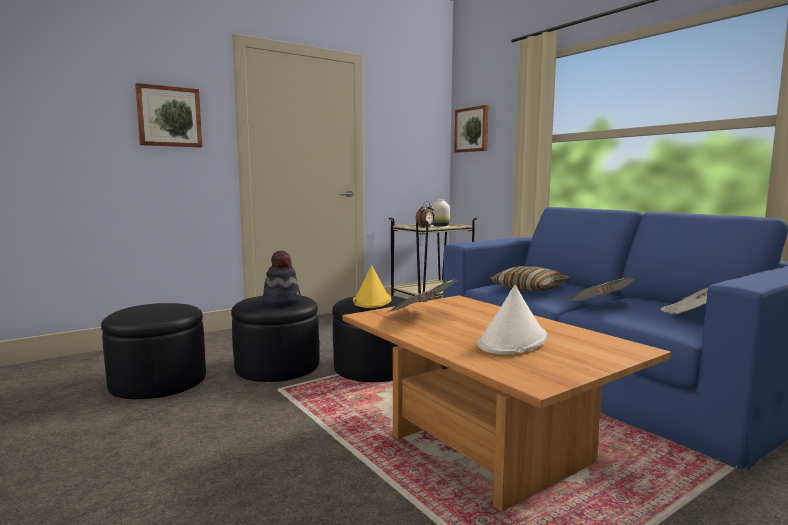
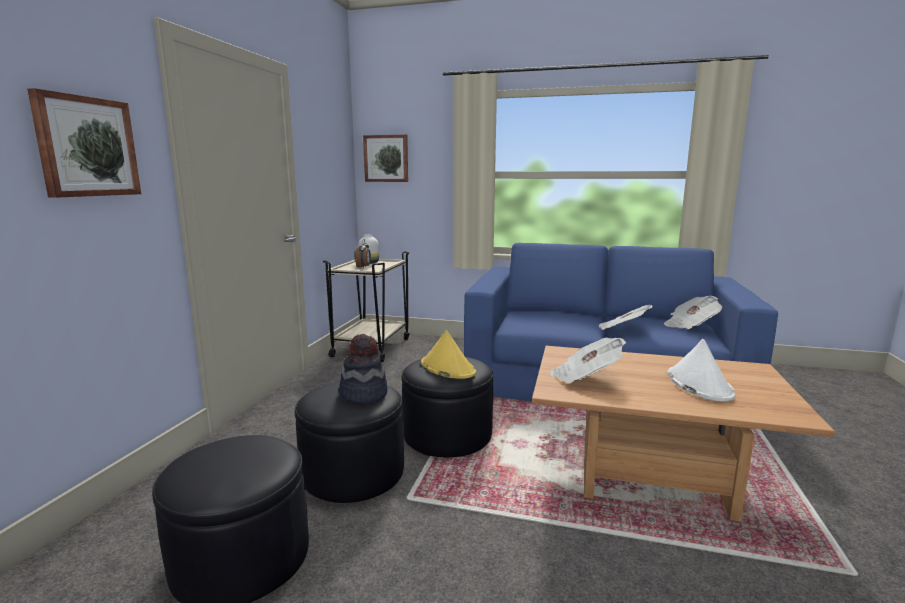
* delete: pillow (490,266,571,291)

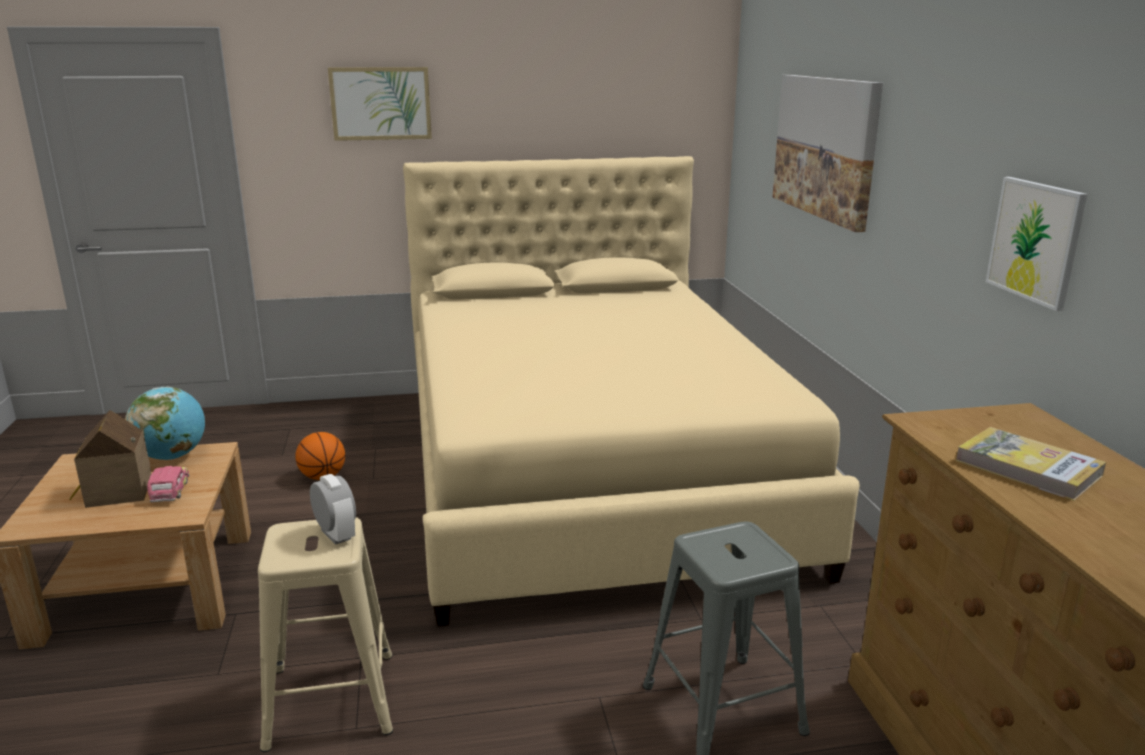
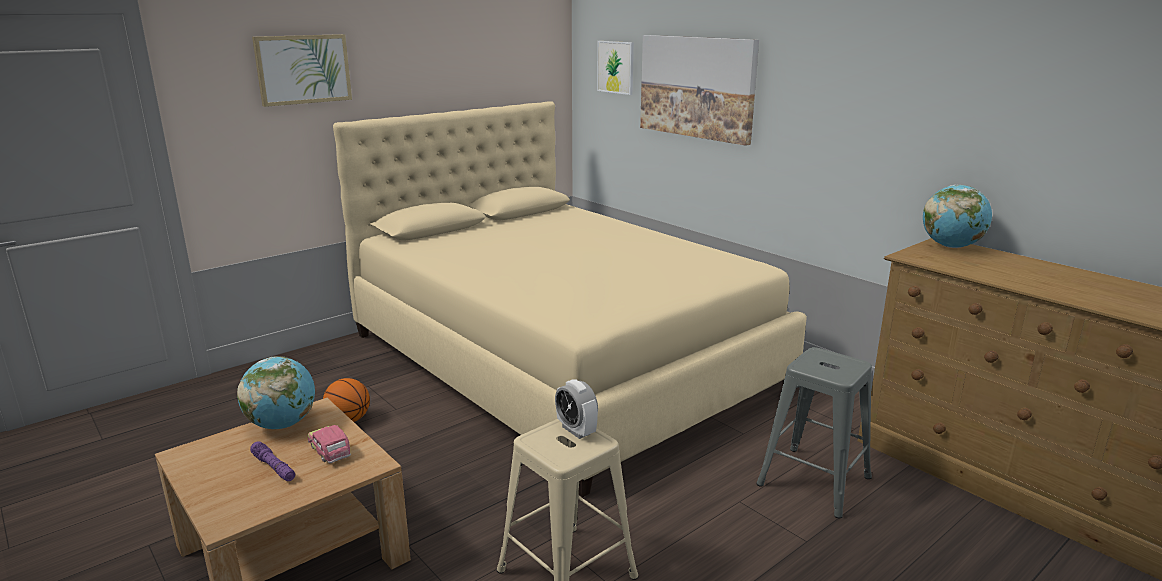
* replace: toy house (69,410,151,508) to flashlight in purple (250,441,295,481)
* rotate: alarm clock (310,474,356,545) = (555,379,598,439) 150 degrees counterclockwise
* delete: book (956,427,1106,501)
* move: picture (986,177,1087,311) to (597,41,634,95)
* insert: globe (923,185,992,248)

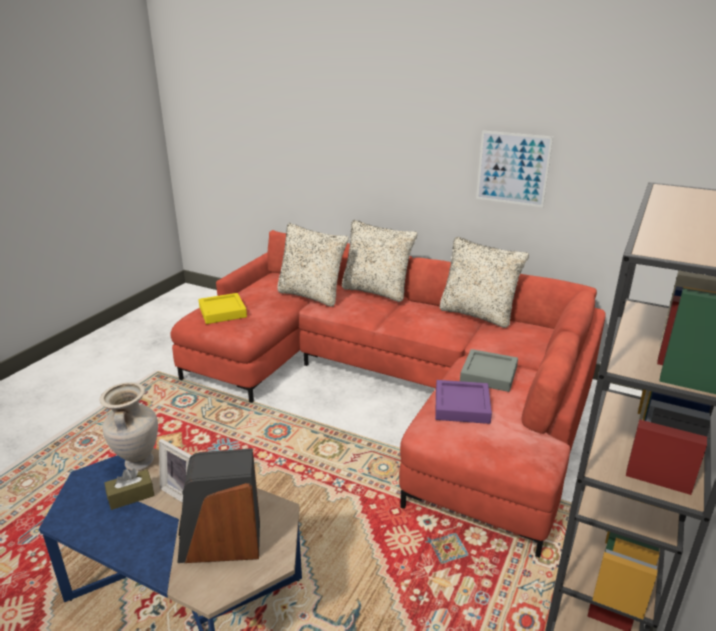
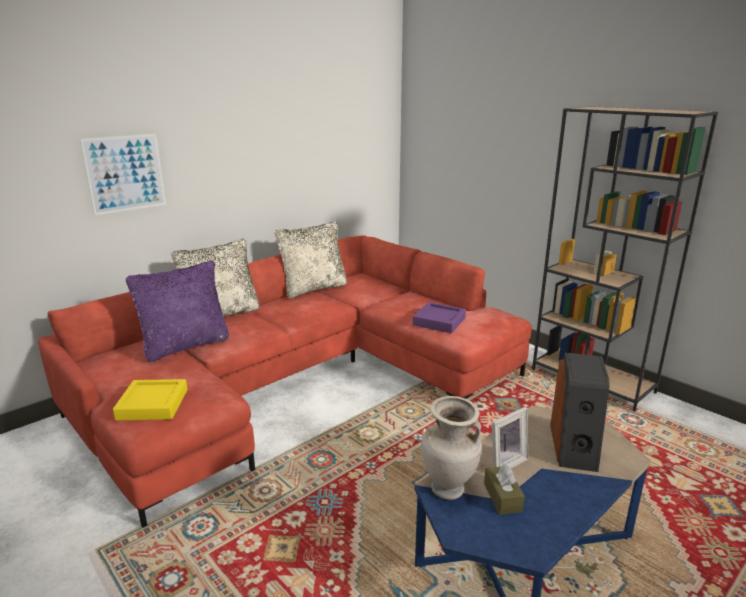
* recolor: pillow in beige (277,223,349,307) to pillow in purple (125,260,229,363)
* delete: tray in grey (460,349,518,392)
* move: picture (476,131,553,207) to (80,134,166,216)

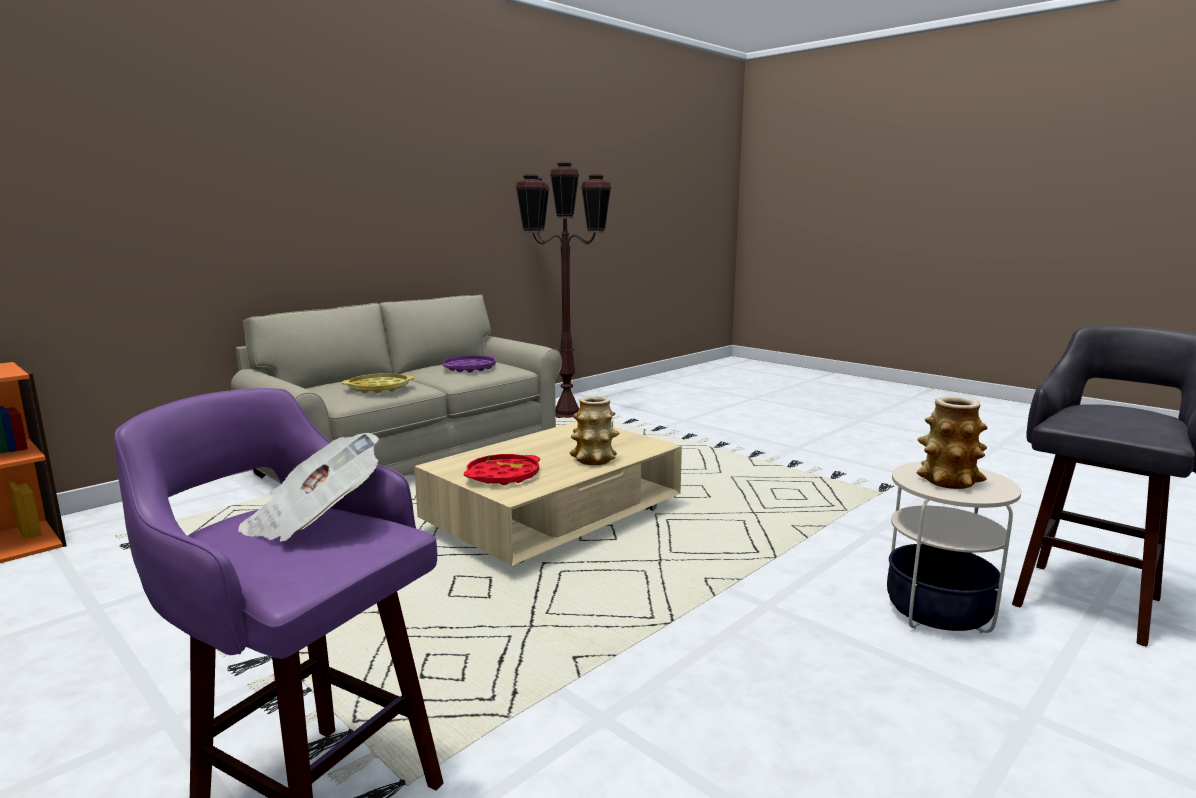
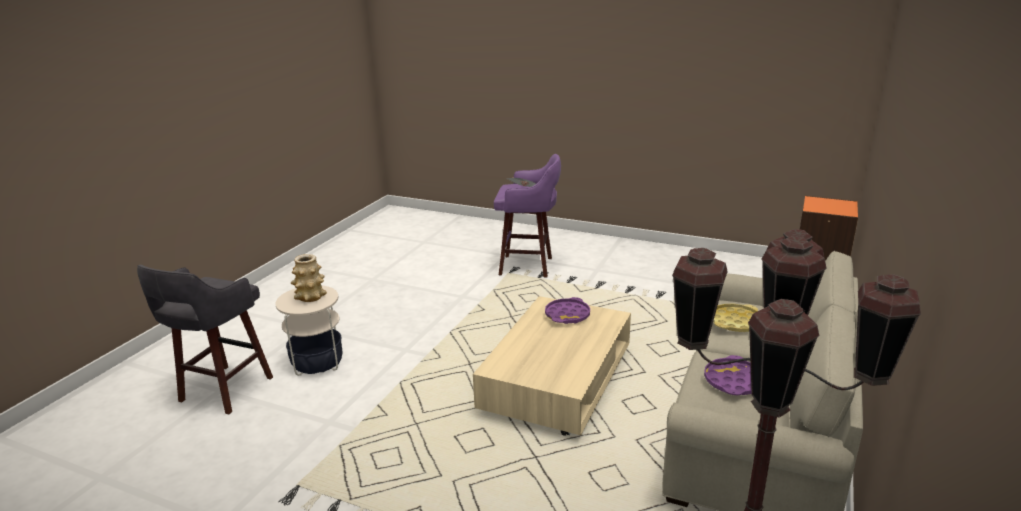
* recolor: tray in red (464,454,540,485) to tray in purple (545,297,590,324)
* delete: vase (569,396,619,465)

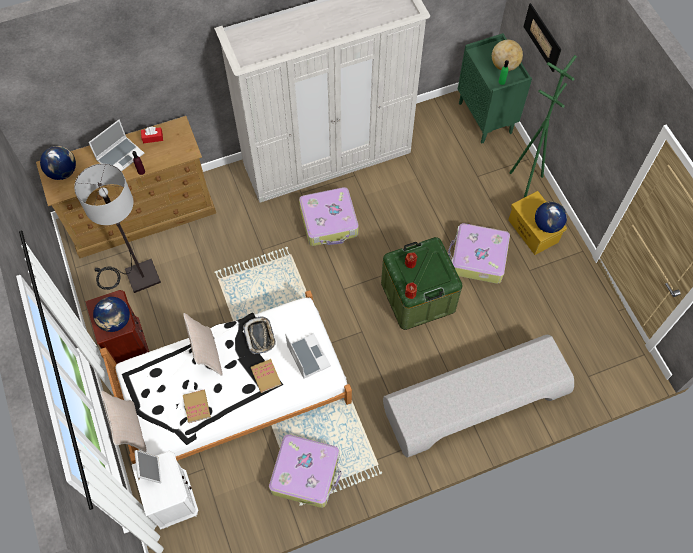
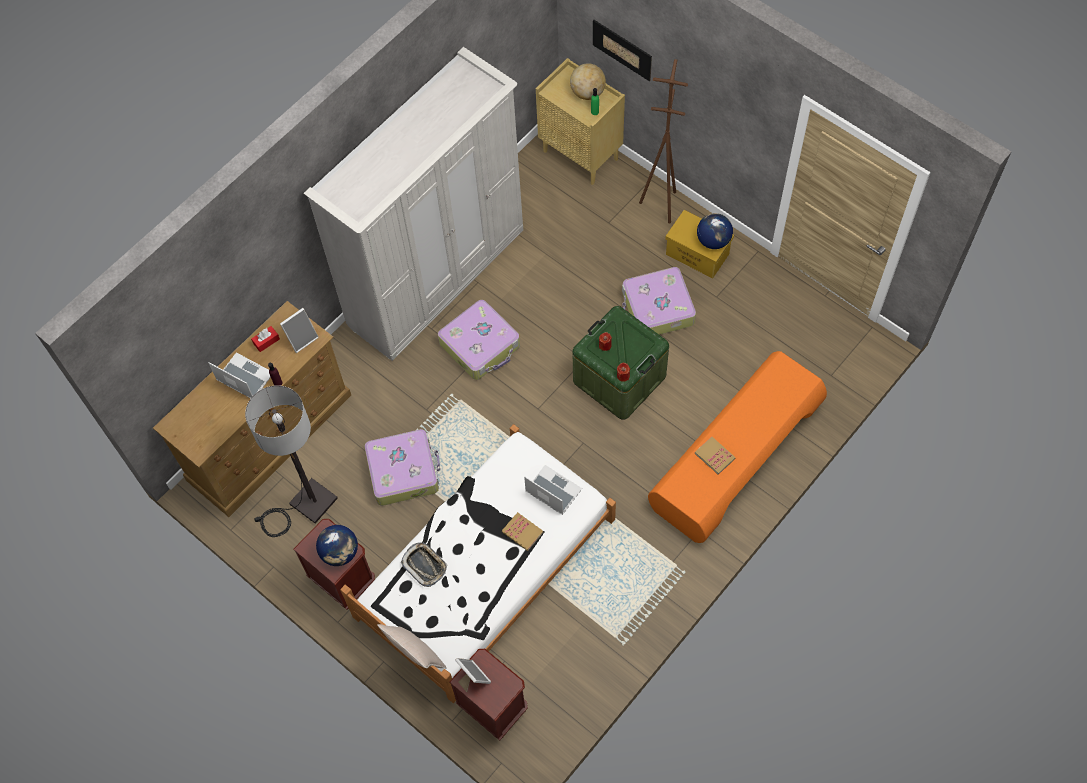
* delete: globe (40,146,76,180)
* rotate: laptop (89,120,144,172) = (208,352,271,398) 75 degrees counterclockwise
* recolor: nightstand in white (132,451,199,530) to nightstand in brown (450,649,528,741)
* delete: pillow in beige (183,313,222,376)
* move: book (183,389,211,423) to (695,437,736,475)
* move: tray (243,316,276,354) to (401,542,448,587)
* move: suitcase (269,434,342,508) to (365,429,440,506)
* recolor: bench in grey (383,335,574,457) to bench in orange (648,351,827,543)
* recolor: cabinet in green (458,33,532,143) to cabinet in beige (536,58,625,185)
* recolor: clothes rack in green (510,55,577,198) to clothes rack in brown (639,59,688,224)
* insert: picture frame (280,308,319,353)

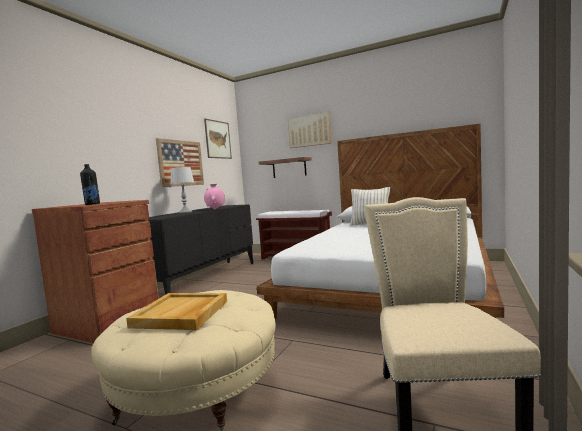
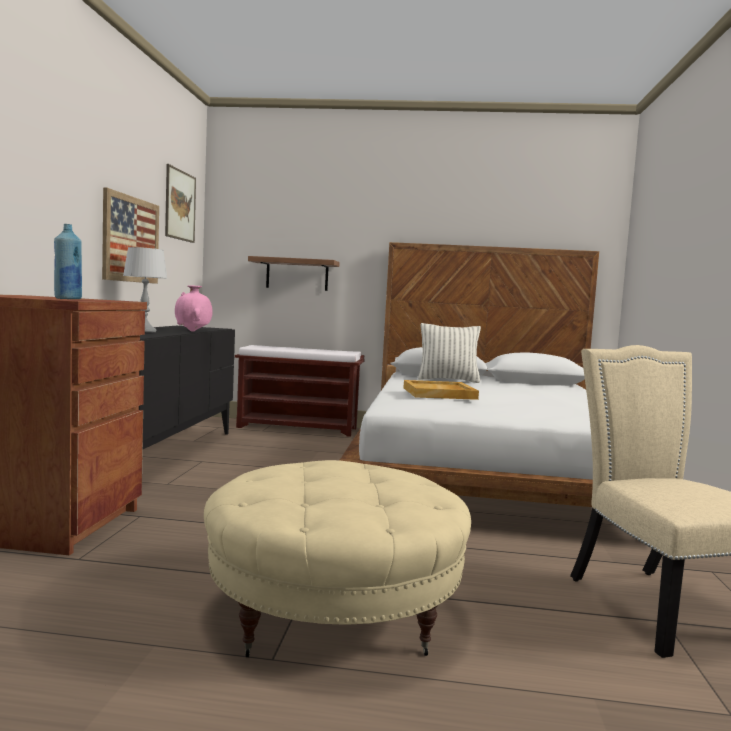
* recolor: bottle in black (80,164,100,205) to bottle in blue (54,224,82,299)
* move: tray in beige (126,293,227,330) to (404,380,479,400)
* delete: picture (288,112,332,148)

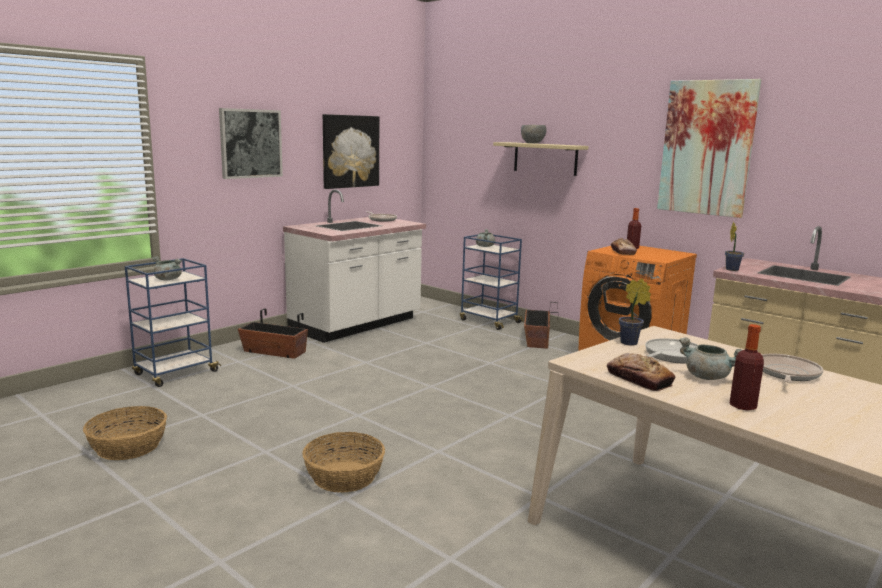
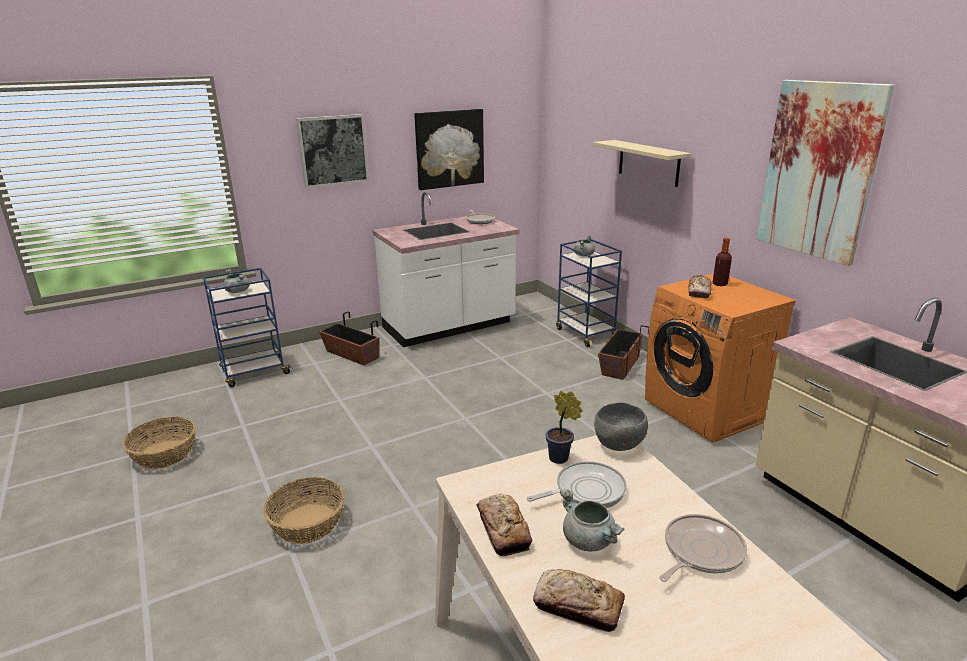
* move: bowl in grey (521,125,546,143) to (594,402,648,451)
* delete: potted plant (725,221,744,271)
* replace: bottle (730,324,764,411) to bread (533,569,625,632)

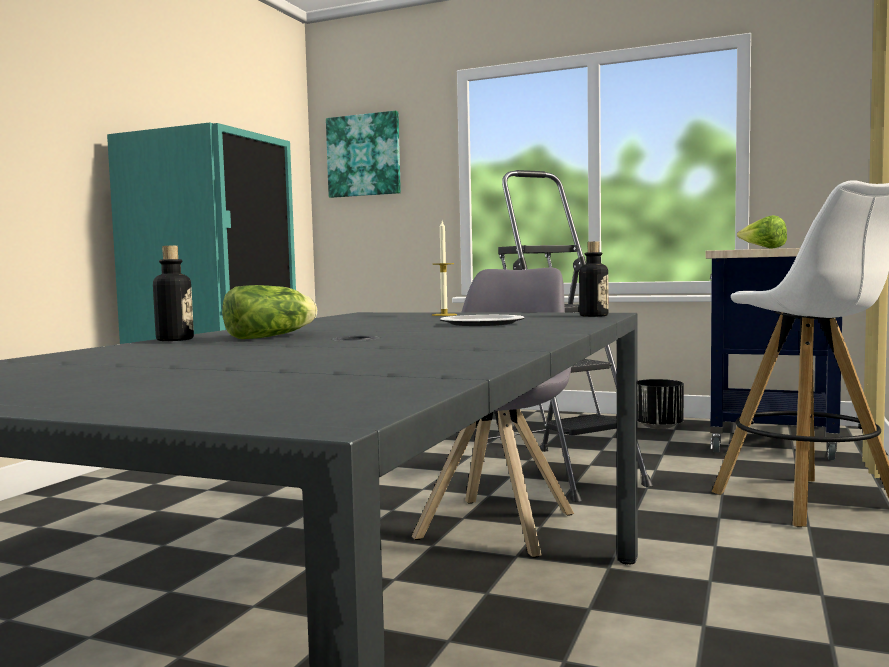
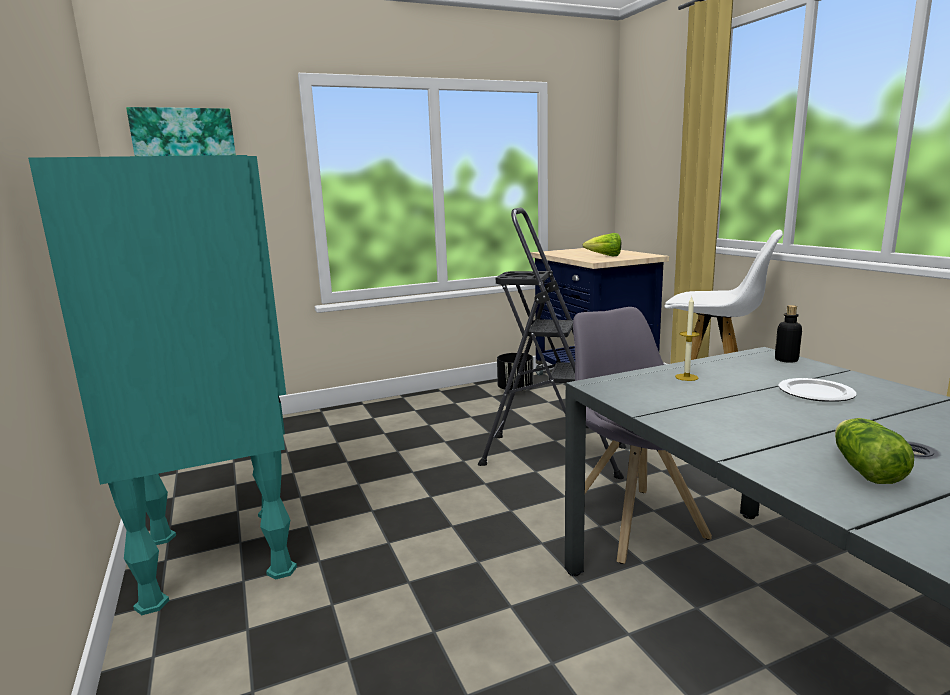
* delete: bottle (153,246,194,341)

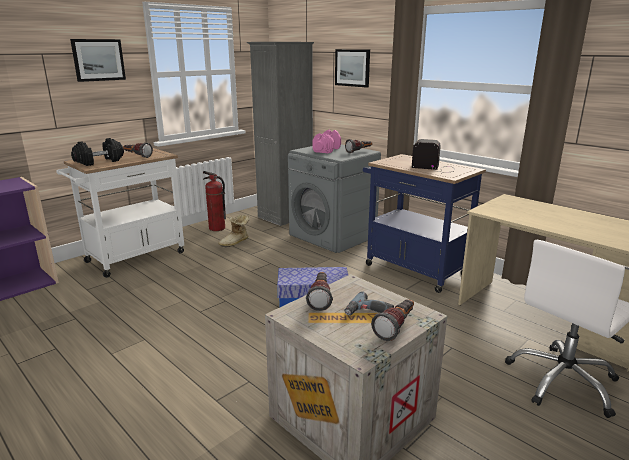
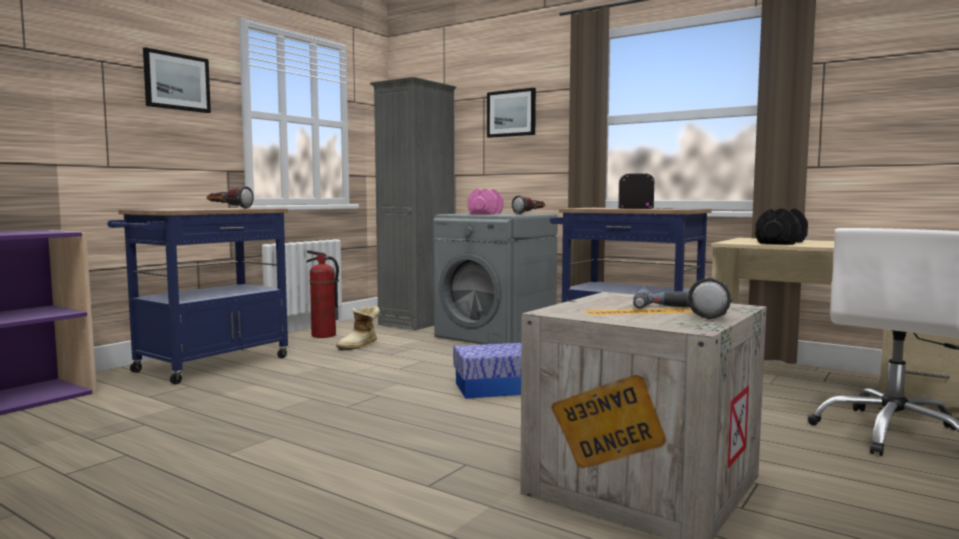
* recolor: cart in white (56,148,184,278) to cart in blue (107,208,288,384)
* move: dumbbell in black (71,138,124,166) to (755,208,808,245)
* delete: flashlight (306,272,333,311)

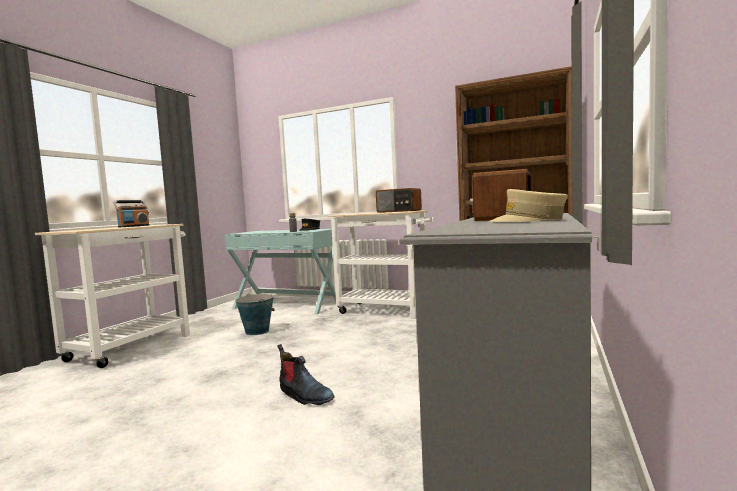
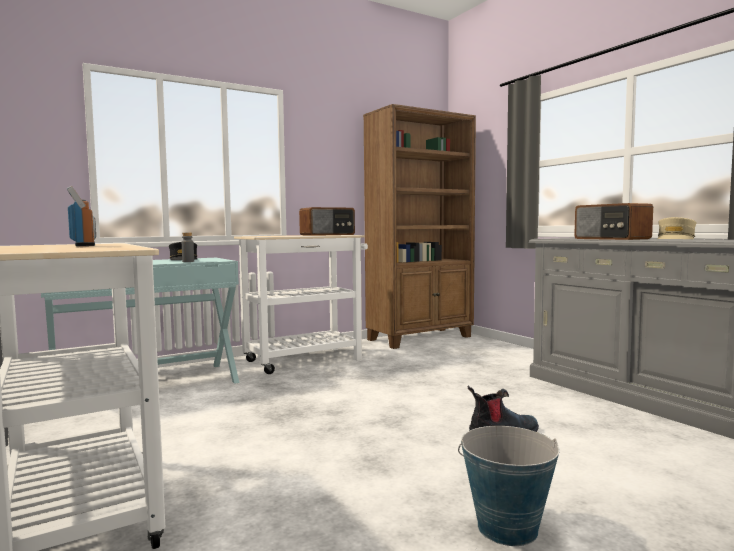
* move: bucket (235,294,275,335) to (458,426,560,546)

